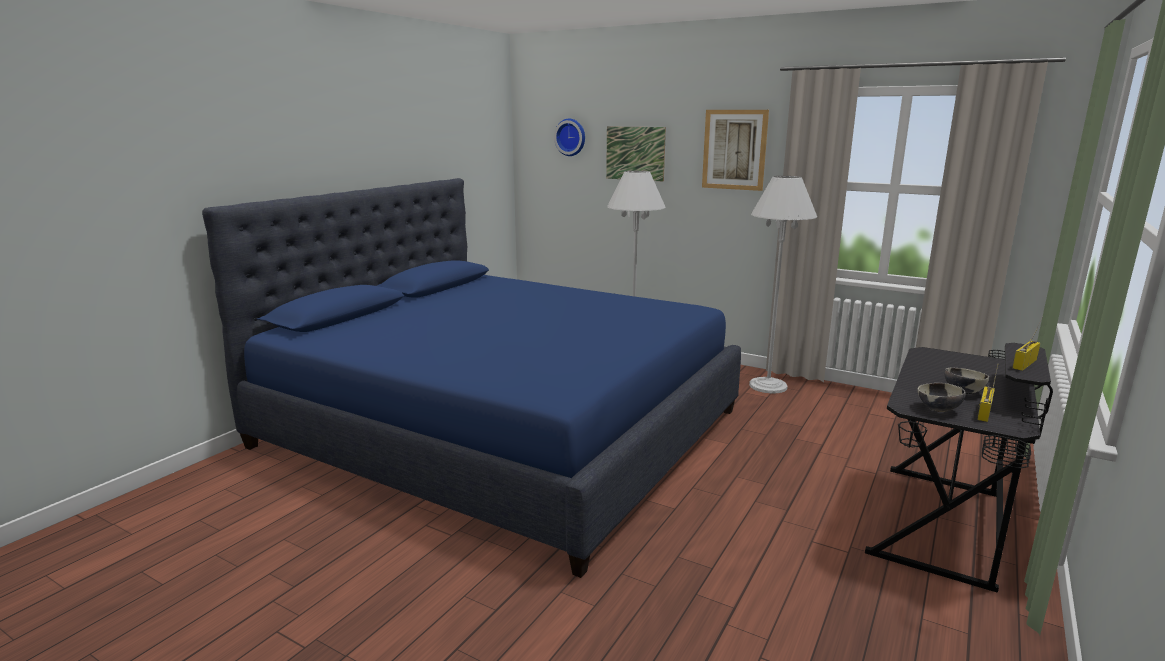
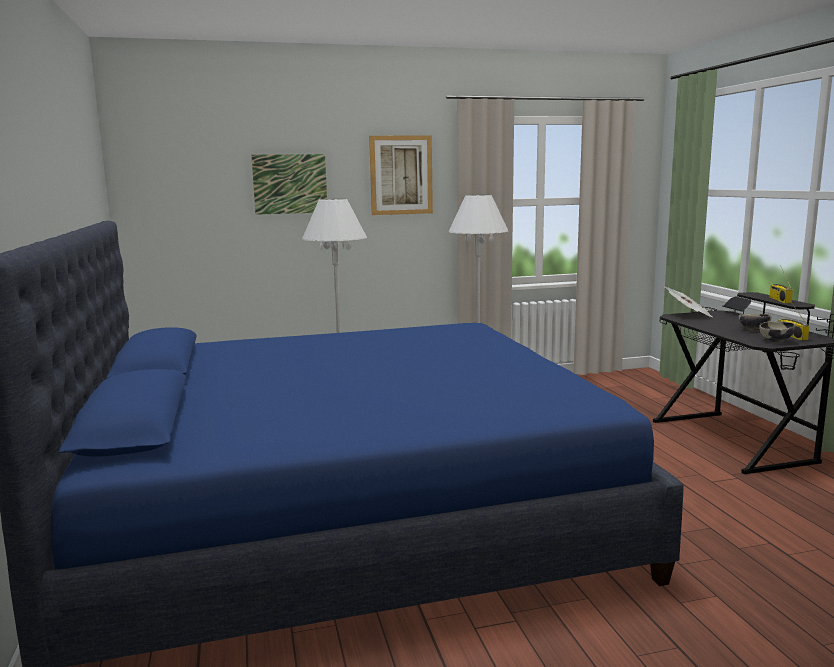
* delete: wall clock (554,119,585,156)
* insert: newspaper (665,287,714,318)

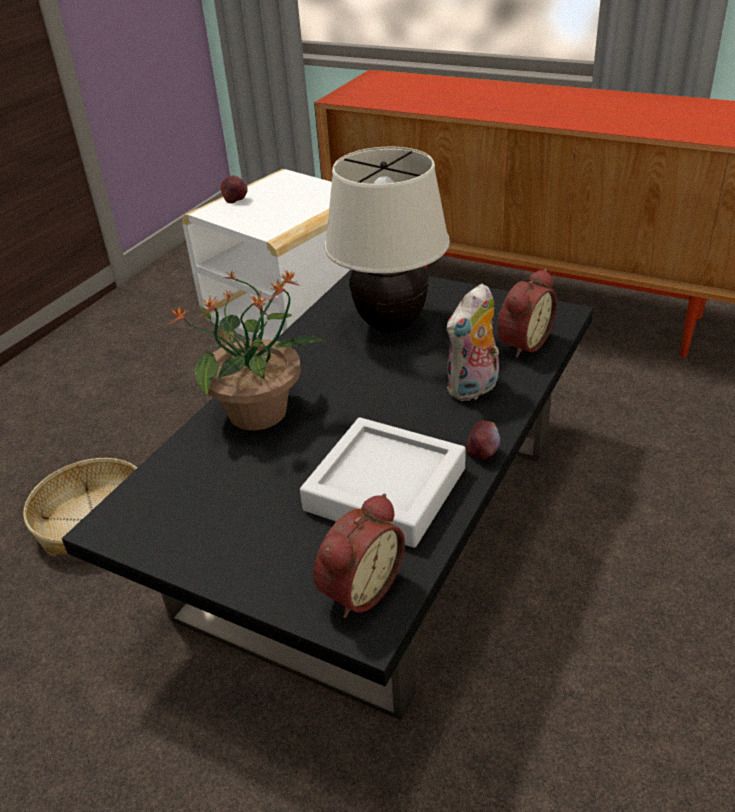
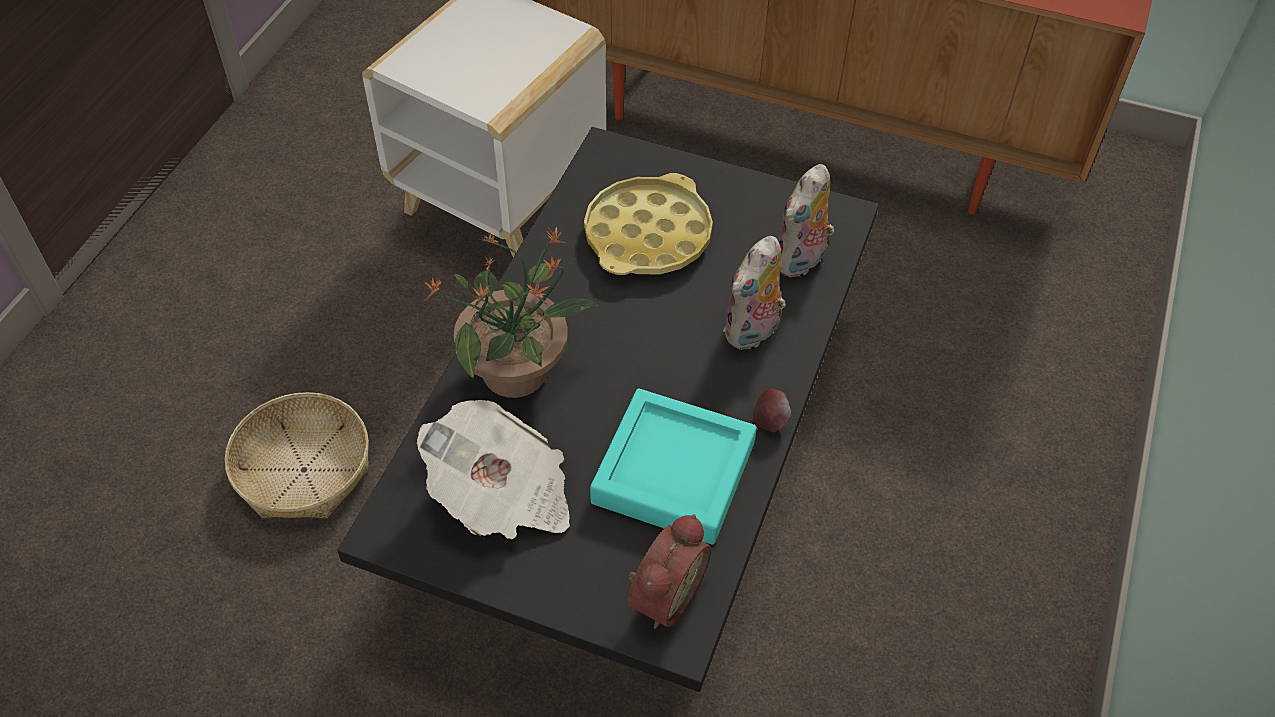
* delete: apple (221,175,248,203)
* recolor: tray in grey (300,417,466,548) to tray in turquoise (590,389,757,545)
* replace: table lamp in beige (325,147,450,333) to tray in yellow (584,173,713,275)
* replace: alarm clock (498,269,557,358) to plush toy (777,164,834,277)
* insert: newspaper (417,400,570,539)

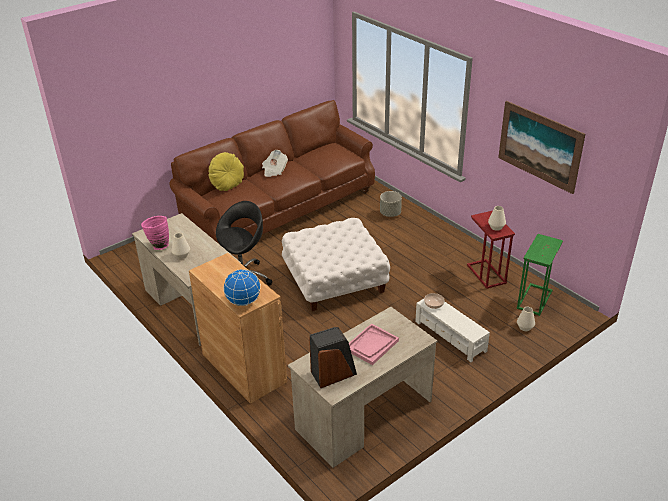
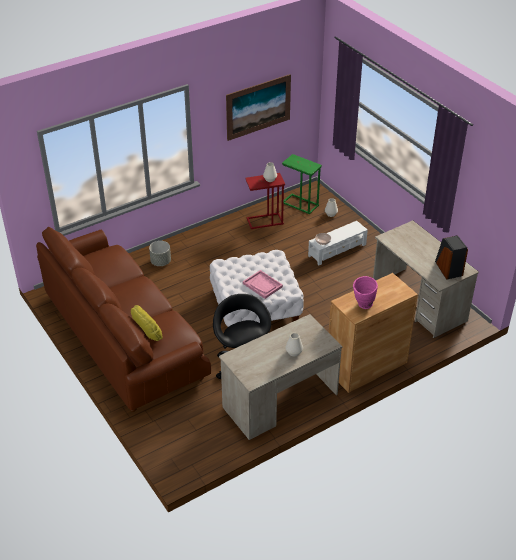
* move: vase in pink (141,216,169,250) to (353,276,378,309)
* delete: globe (223,269,261,306)
* delete: newspaper (262,150,288,177)
* move: tray in pink (349,324,399,365) to (243,270,283,299)

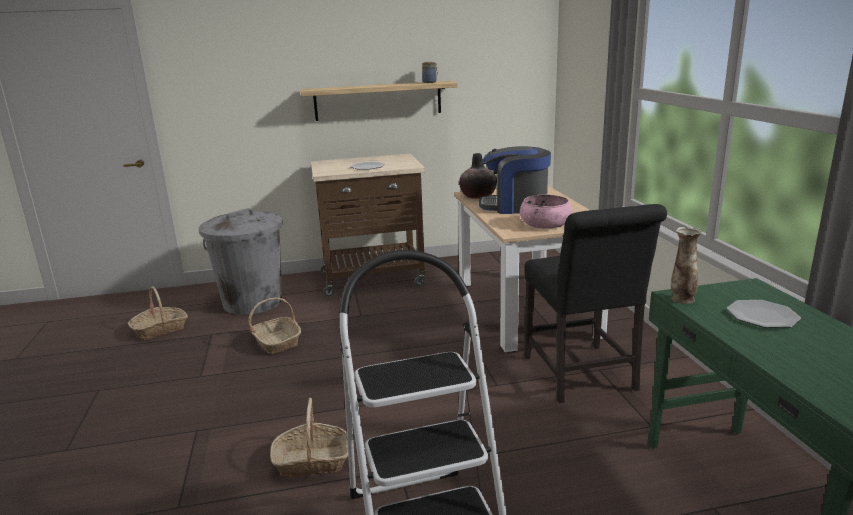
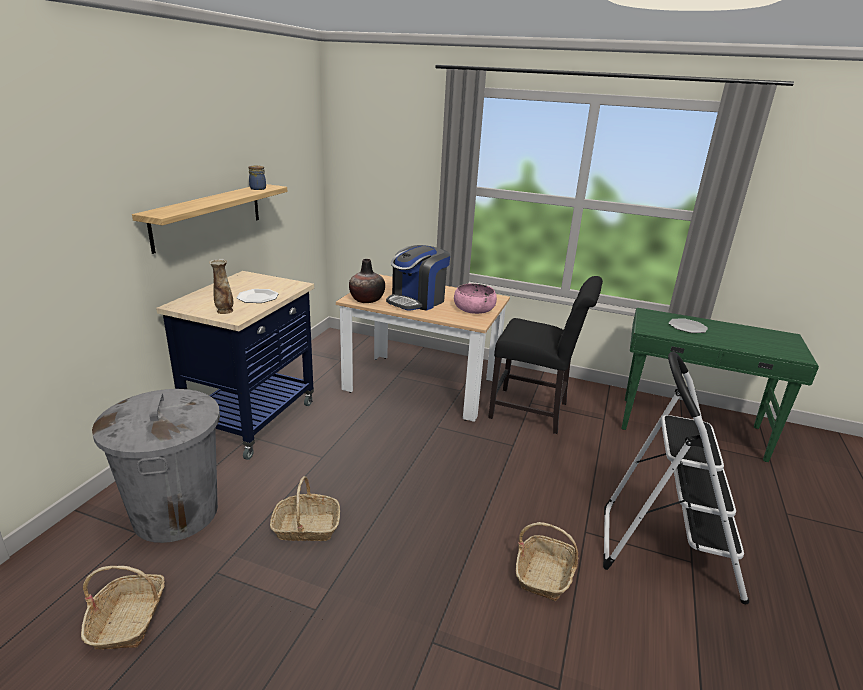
* recolor: cart in brown (311,154,425,297) to cart in blue (156,271,314,460)
* move: vase (671,227,702,304) to (209,259,233,314)

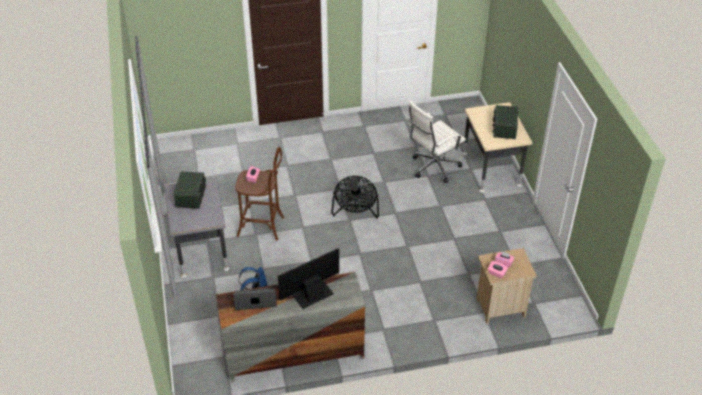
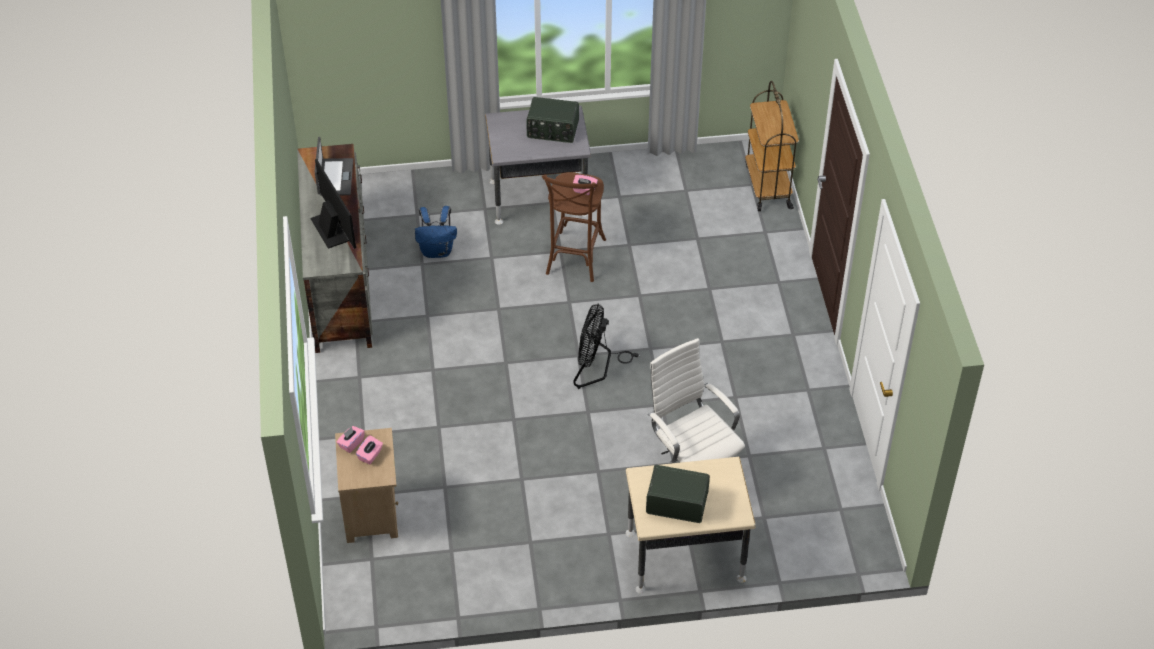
* insert: cart in brown (745,81,799,211)

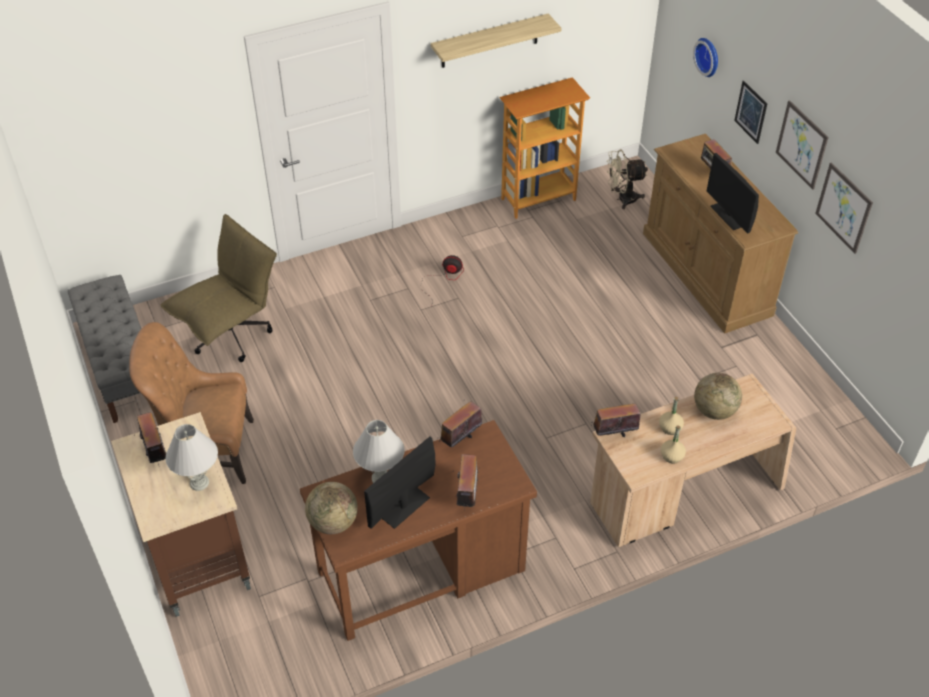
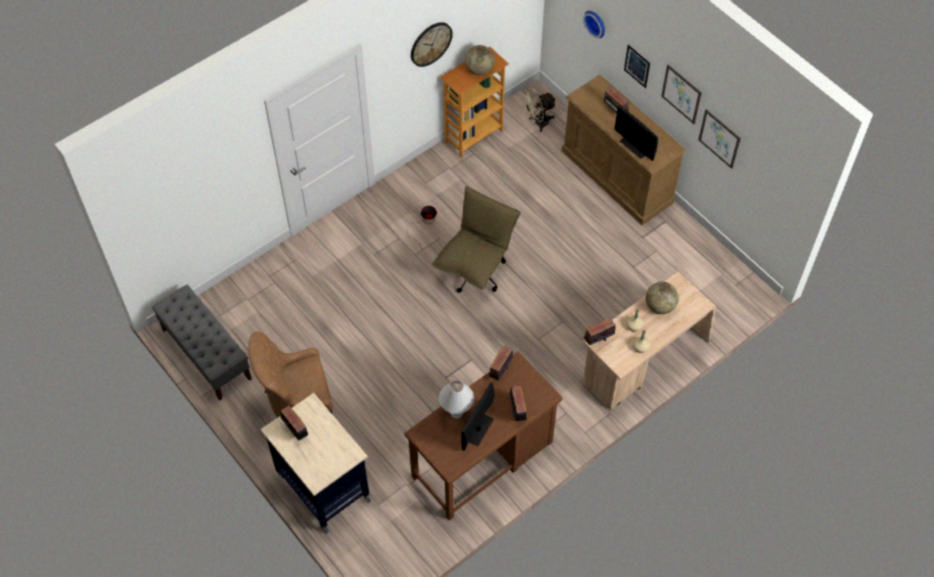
* recolor: cart in brown (111,412,251,617) to cart in blue (261,393,371,533)
* move: office chair in beige (161,214,277,362) to (432,186,521,293)
* delete: table lamp in white (166,424,218,491)
* move: globe (305,482,358,534) to (465,45,495,75)
* replace: shelf (431,14,561,68) to wall clock (411,22,453,67)

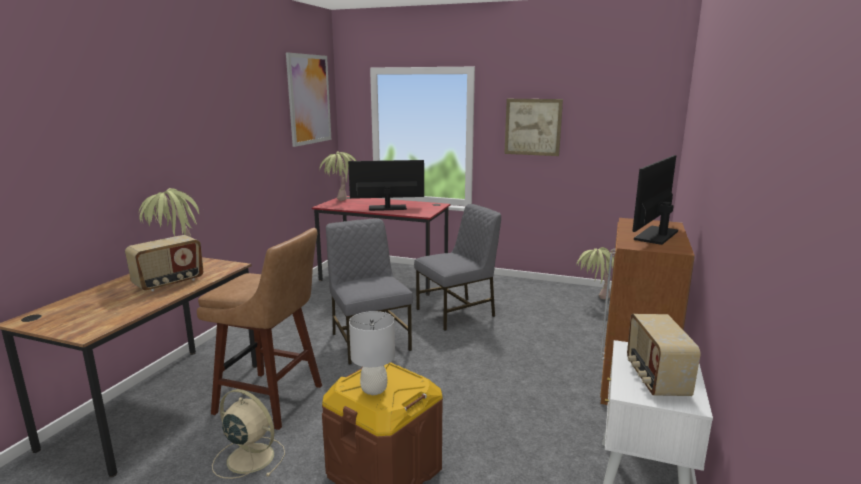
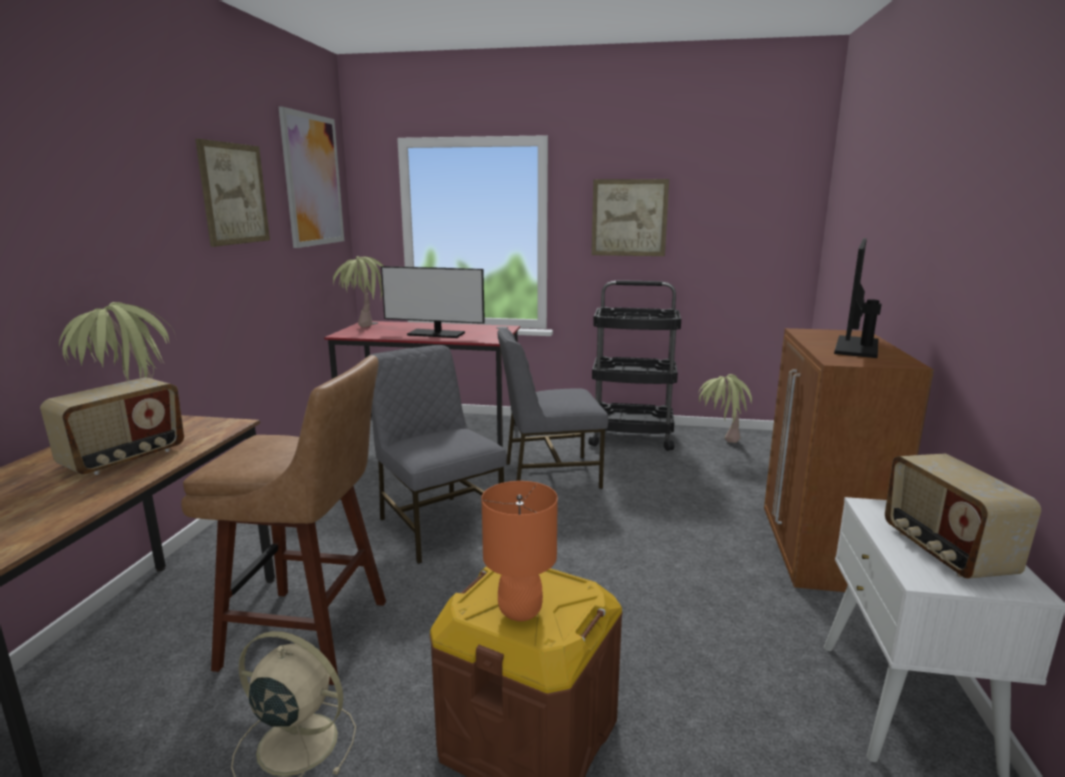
* rotate: monitor (348,160,424,211) = (381,266,485,338) 150 degrees counterclockwise
* recolor: table lamp in grey (349,311,395,395) to table lamp in orange (482,481,558,621)
* rotate: chair in grey (414,204,501,331) = (497,328,609,489) 150 degrees counterclockwise
* insert: picture (195,139,270,247)
* insert: cart in black (588,280,681,451)

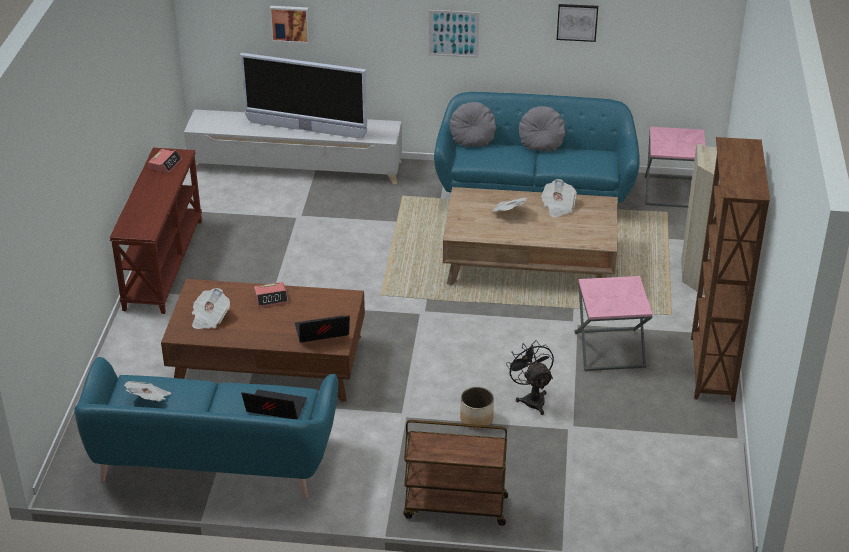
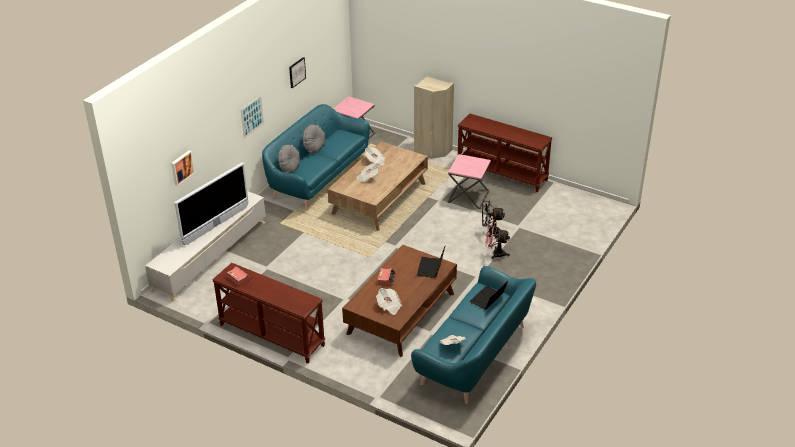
* delete: cart in brown (403,420,508,526)
* replace: planter (460,387,494,429) to fan in pink (485,221,510,259)
* replace: bookcase in brown (691,137,770,402) to console table in brown (458,113,552,192)

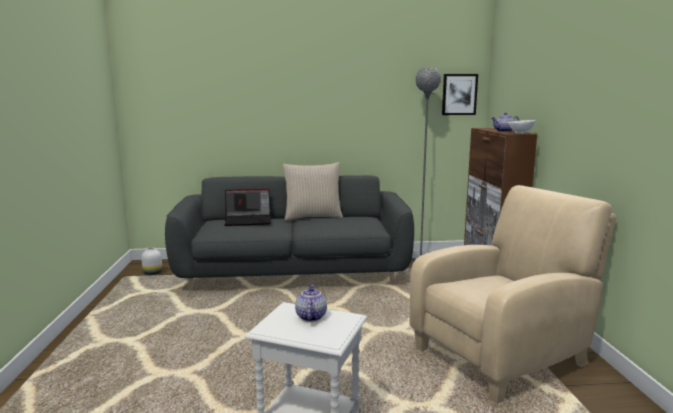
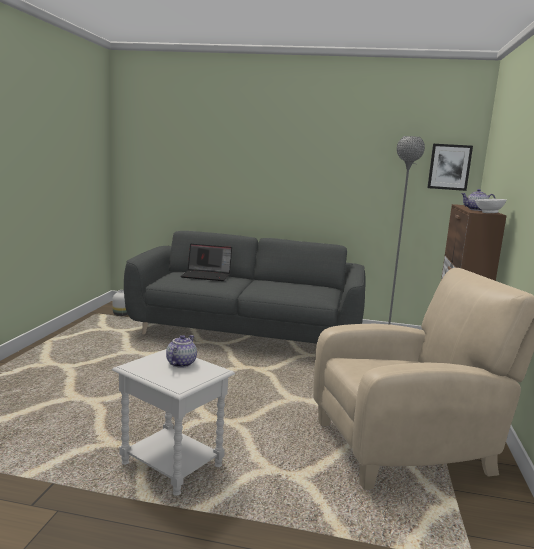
* delete: pillow in beige (283,162,343,220)

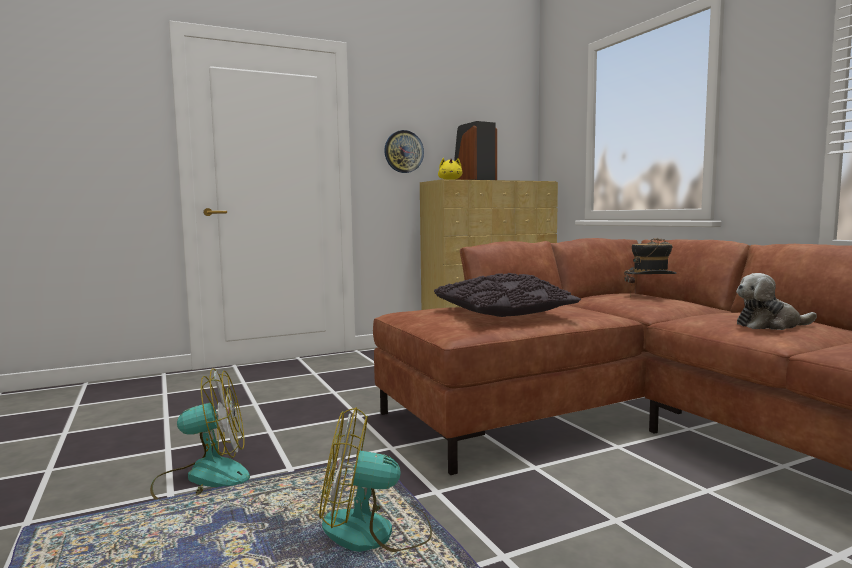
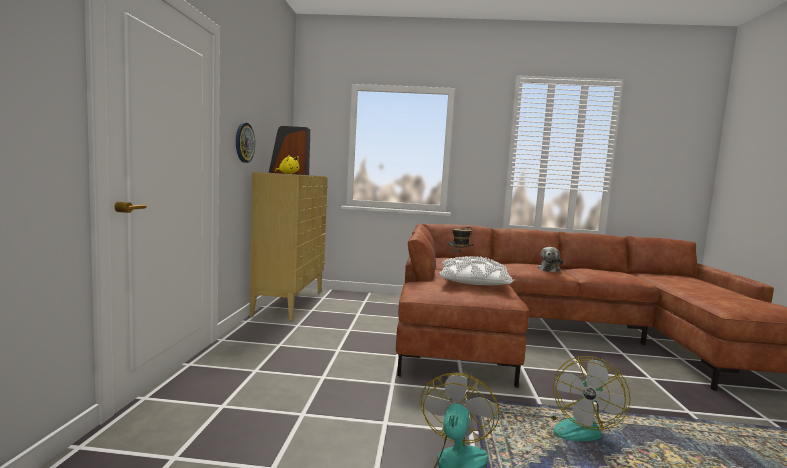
* recolor: pillow in black (434,273,581,317) to pillow in white (439,256,514,285)

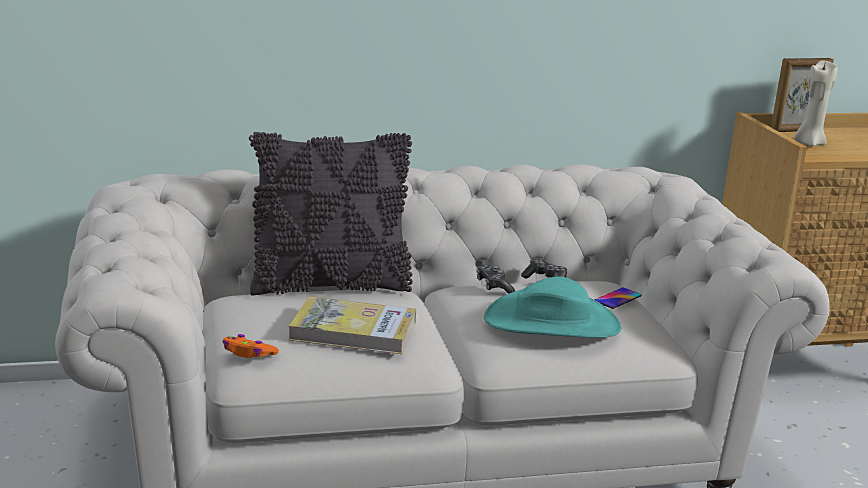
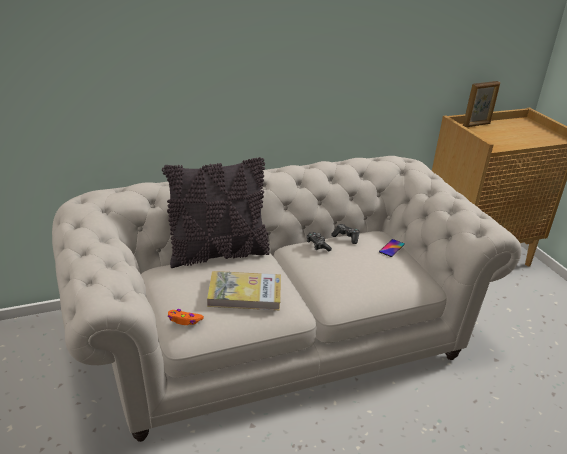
* delete: hat in turquoise (484,277,622,338)
* delete: candle in beige (794,60,837,146)

